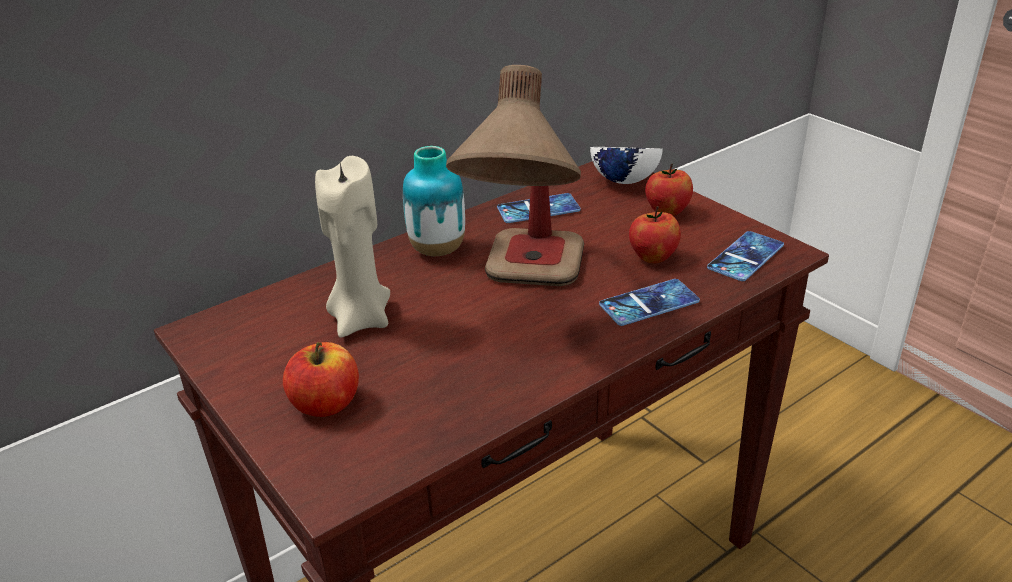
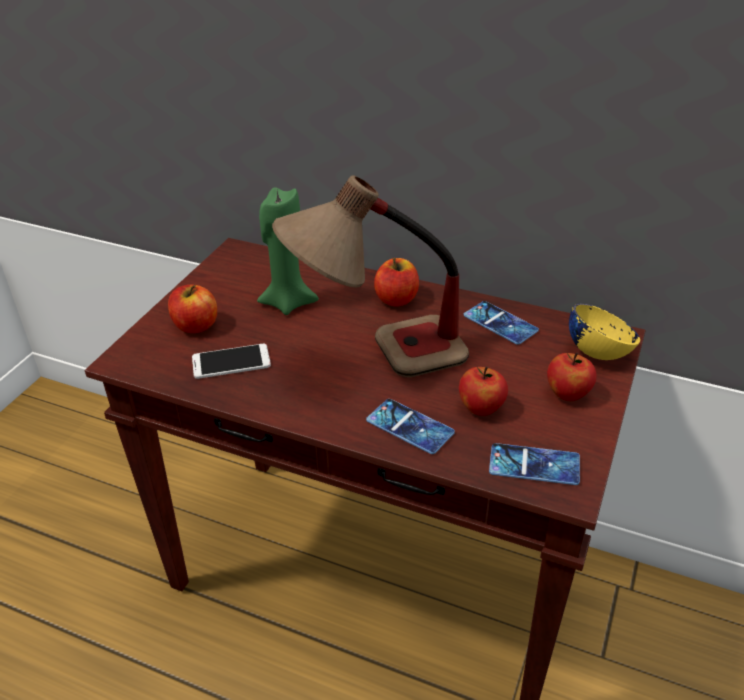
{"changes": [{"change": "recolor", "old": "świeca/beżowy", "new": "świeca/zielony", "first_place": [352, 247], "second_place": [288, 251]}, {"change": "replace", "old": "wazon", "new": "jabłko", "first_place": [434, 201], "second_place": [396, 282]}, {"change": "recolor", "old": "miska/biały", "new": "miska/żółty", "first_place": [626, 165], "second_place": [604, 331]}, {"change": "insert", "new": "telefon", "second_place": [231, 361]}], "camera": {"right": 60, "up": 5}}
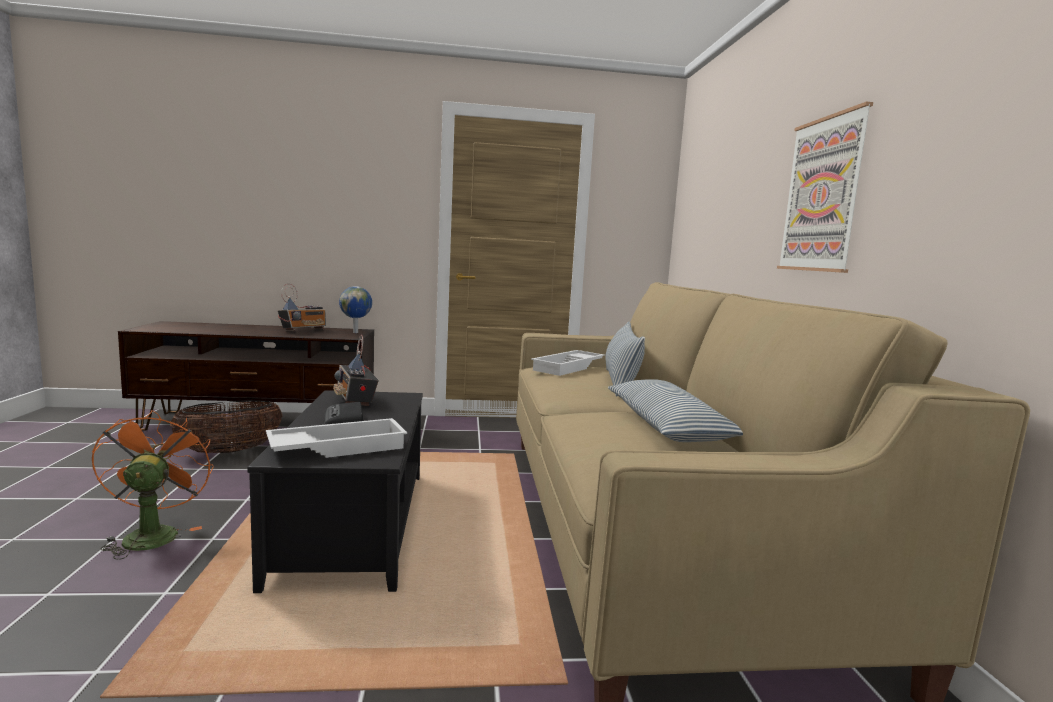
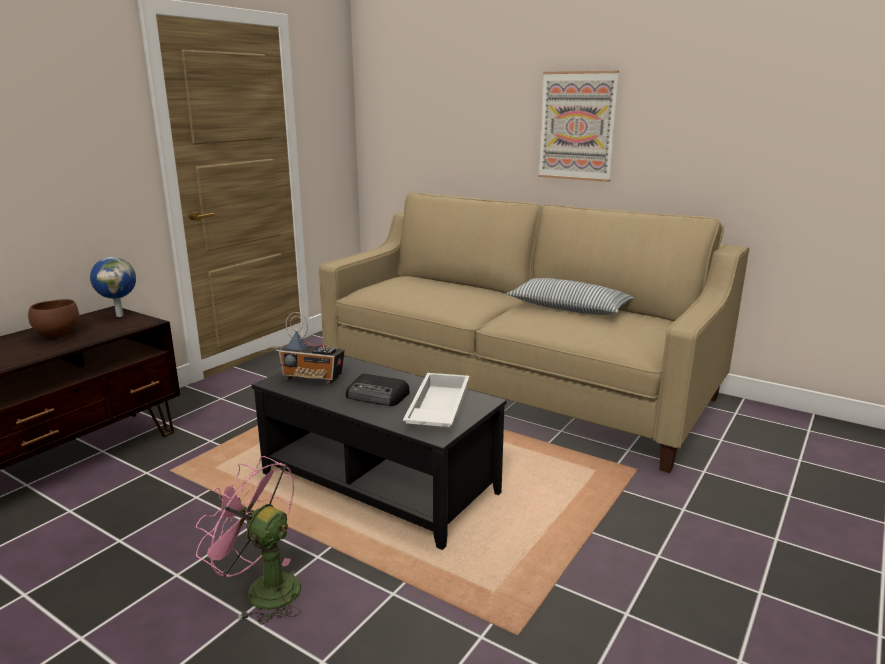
{"changes": [{"change": "recolor", "old": "wentylator/pomarańczowy", "new": "wentylator/różowy", "first_place": [153, 485], "second_place": [248, 540]}, {"change": "delete", "old": "koszyk", "first_place": [226, 426]}, {"change": "replace", "old": "radio", "new": "miska/brązowy", "first_place": [302, 307], "second_place": [53, 318]}, {"change": "delete", "old": "taca/biały", "first_place": [568, 363]}, {"change": "delete", "old": "poduszka", "first_place": [625, 359]}], "camera": {"right": -50, "up": 10}}
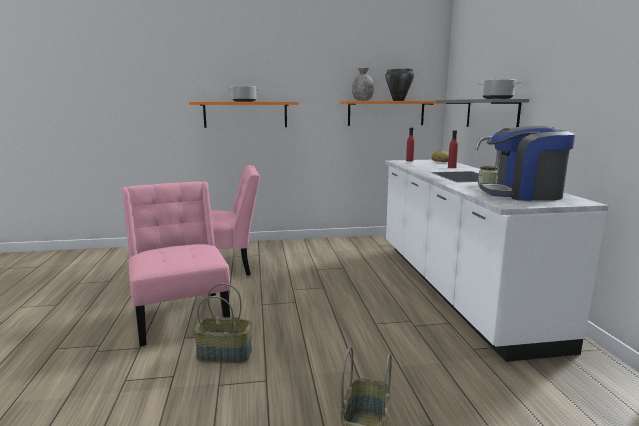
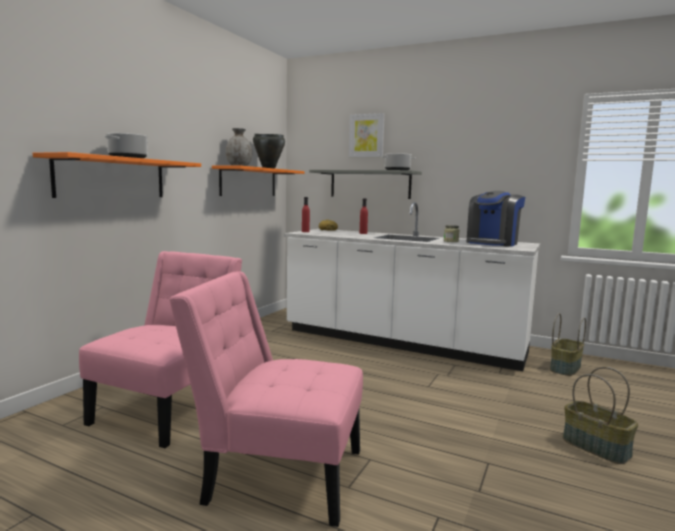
{"changes": [{"change": "move", "old": "koszyk", "first_place": [222, 323], "second_place": [568, 344]}, {"change": "insert", "new": "obraz", "second_place": [367, 135]}], "camera": {"right": -55, "up": -5}}
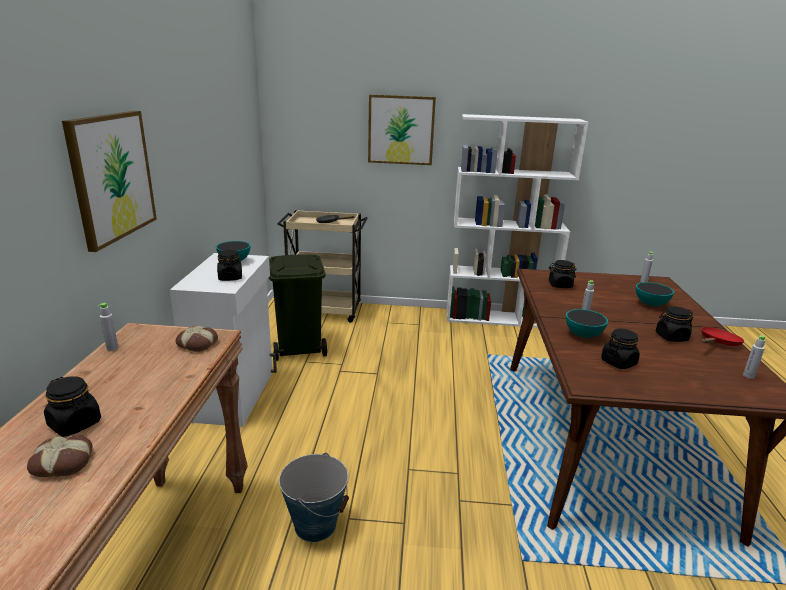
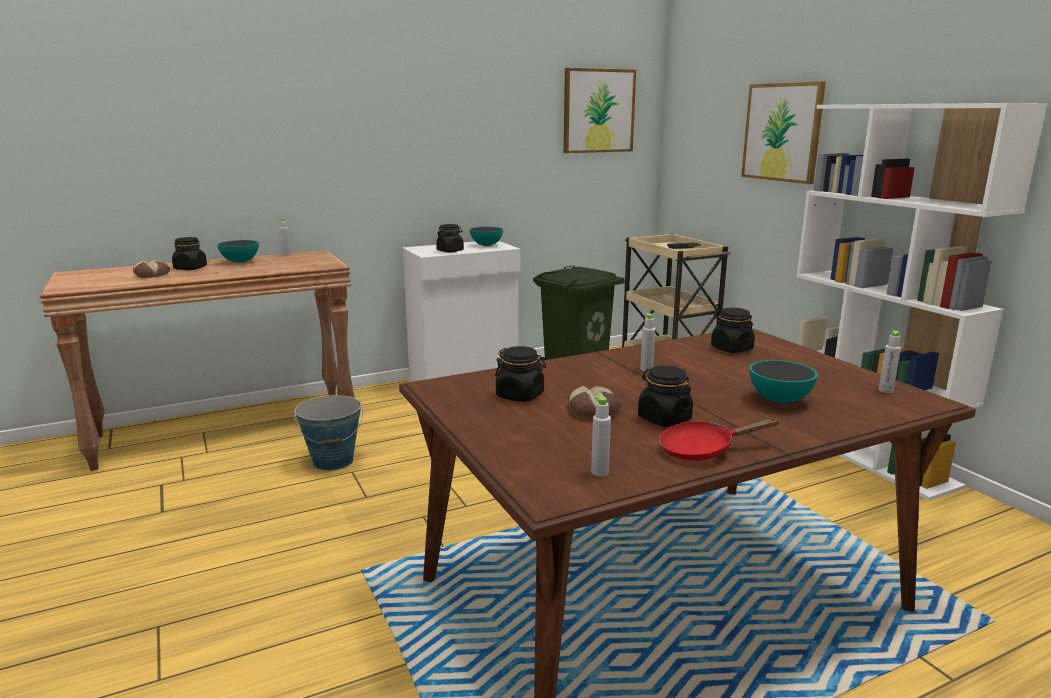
{"changes": [{"change": "move", "old": "obraz", "first_place": [109, 181], "second_place": [600, 110]}, {"change": "move", "old": "chleb", "first_place": [196, 339], "second_place": [594, 402]}, {"change": "move", "old": "miska", "first_place": [587, 323], "second_place": [238, 251]}, {"change": "rotate", "old": "patelnia/czerwony", "first_place": [722, 336], "second_place": [719, 439], "degrees": 150}], "camera": {"right": 60, "up": -5}}
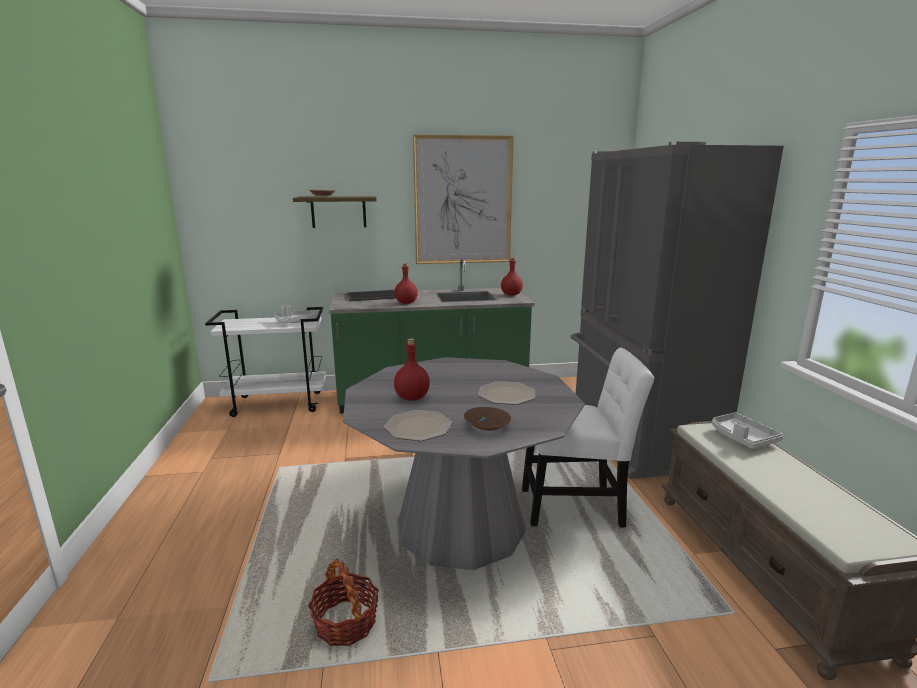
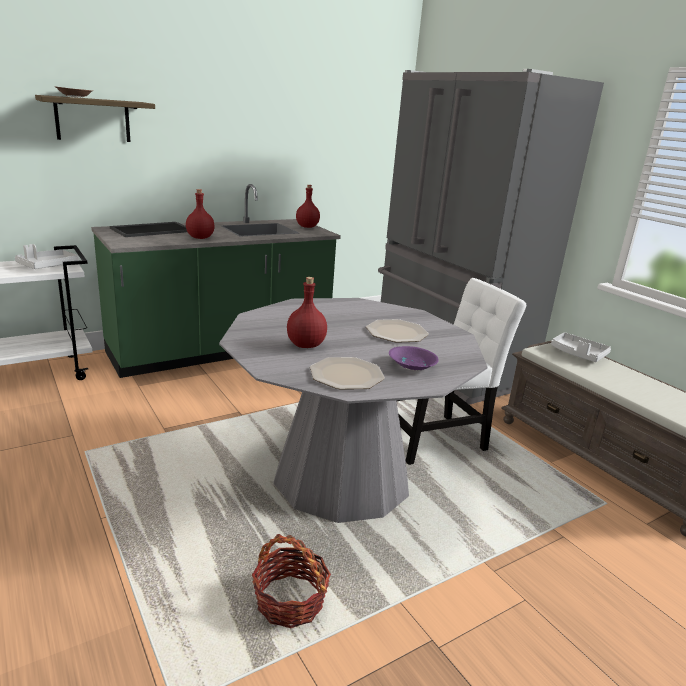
{"changes": [{"change": "delete", "old": "obraz", "first_place": [463, 199]}, {"change": "recolor", "old": "miska/brązowy", "new": "miska/fioletowy", "first_place": [487, 419], "second_place": [414, 358]}], "camera": {"right": -25, "up": 5}}
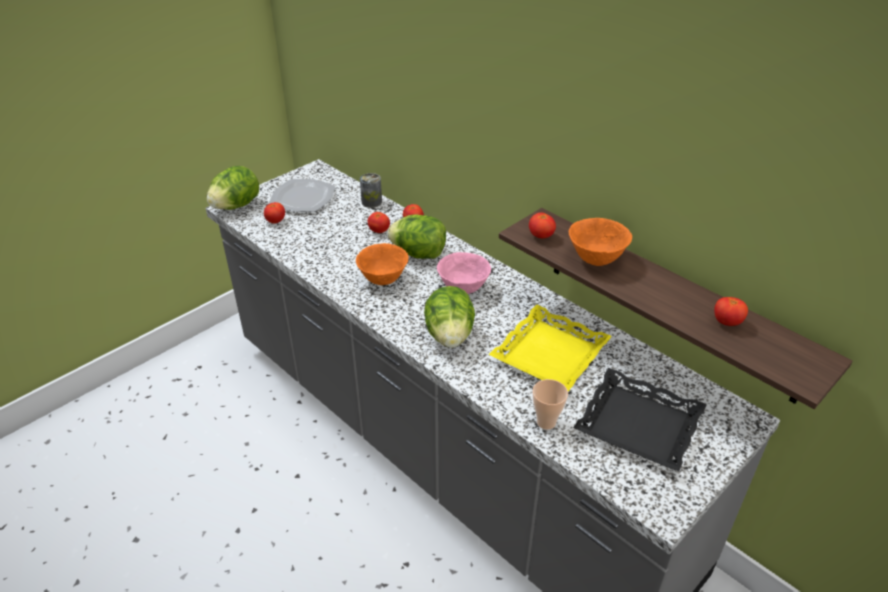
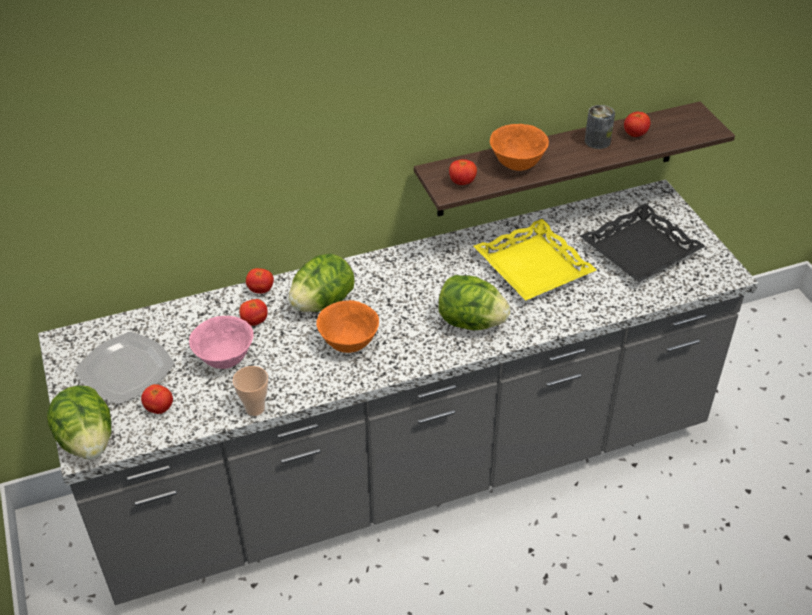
{"changes": [{"change": "move", "old": "puszka", "first_place": [371, 190], "second_place": [600, 127]}, {"change": "move", "old": "miska/różowy", "first_place": [464, 273], "second_place": [221, 342]}, {"change": "move", "old": "filiżanka", "first_place": [550, 404], "second_place": [250, 391]}], "camera": {"right": -65, "up": 5}}
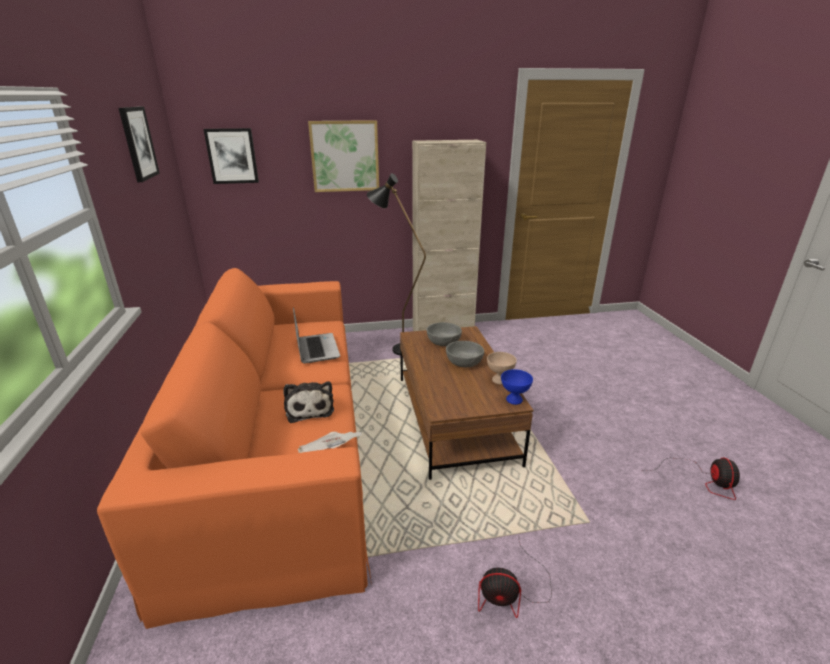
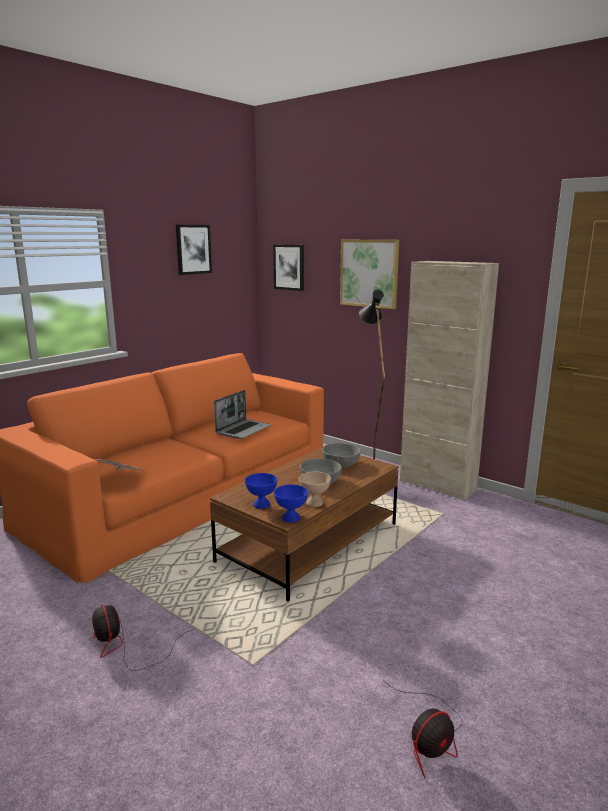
{"changes": [{"change": "delete", "old": "pluszak", "first_place": [308, 402]}, {"change": "insert", "new": "miska/niebieski", "second_place": [261, 491]}], "camera": {"right": 50, "up": -10}}
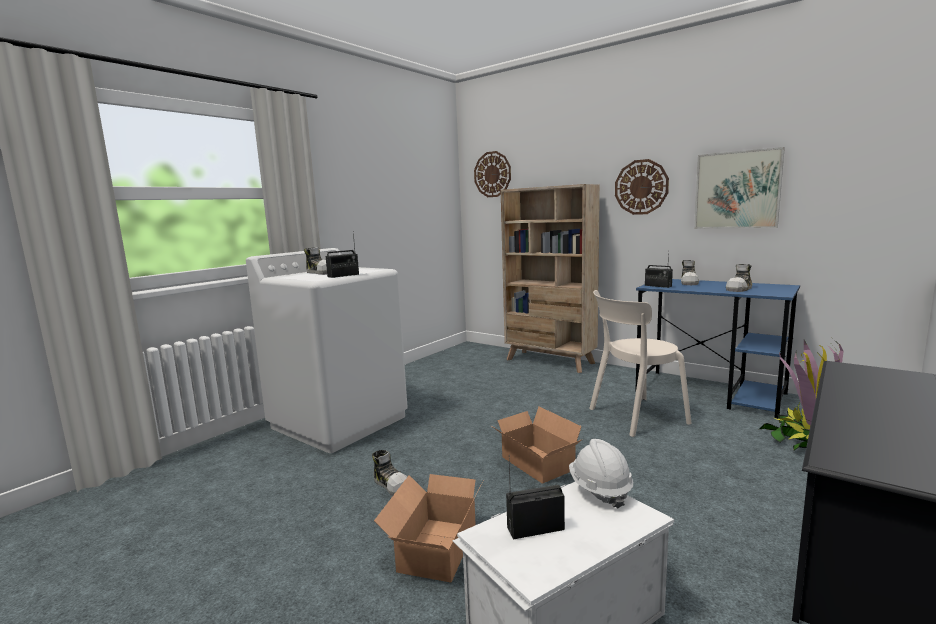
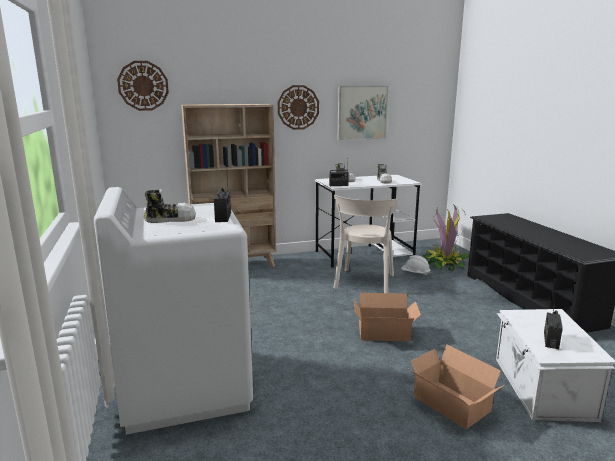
{"changes": [{"change": "delete", "old": "but", "first_place": [389, 473]}, {"change": "move", "old": "kask/biały", "first_place": [601, 474], "second_place": [416, 265]}, {"change": "recolor", "old": "biurko/niebieski", "new": "biurko/biały", "first_place": [717, 348], "second_place": [368, 221]}], "camera": {"right": -55, "up": 5}}
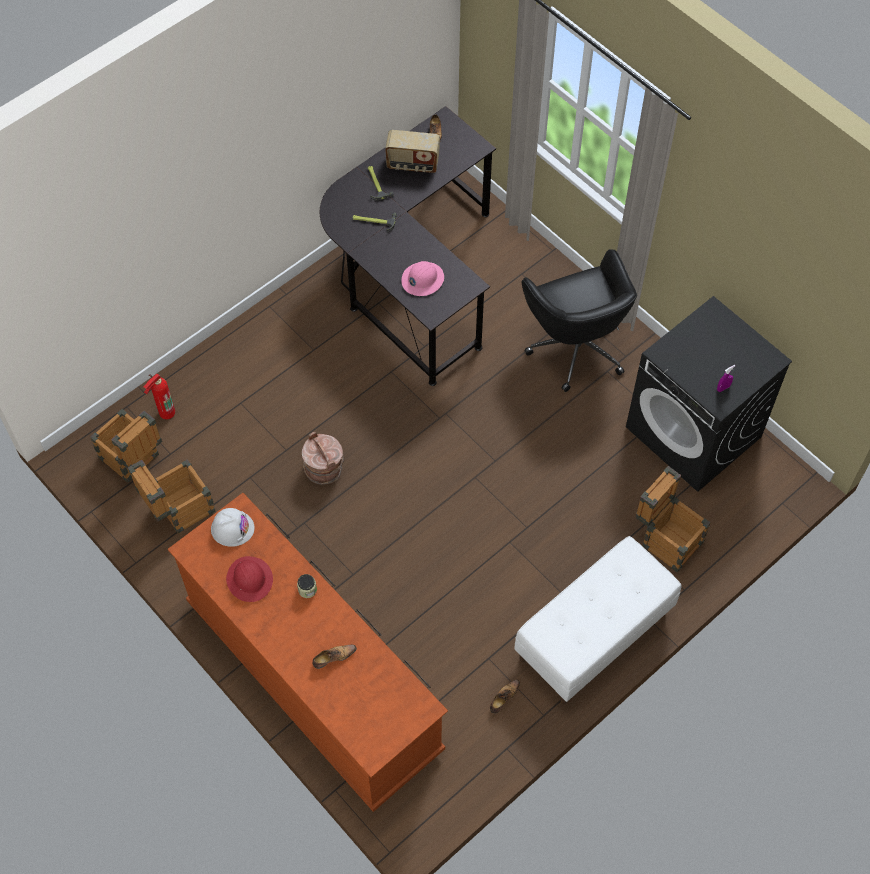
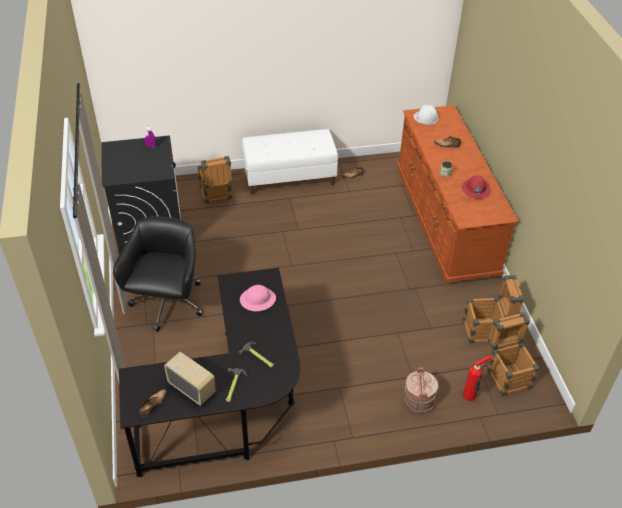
{"changes": [{"change": "move", "old": "kask/biały", "first_place": [233, 527], "second_place": [426, 115]}, {"change": "move", "old": "wiadro/brązowy", "first_place": [323, 458], "second_place": [421, 390]}], "camera": {"right": -150, "up": -15}}
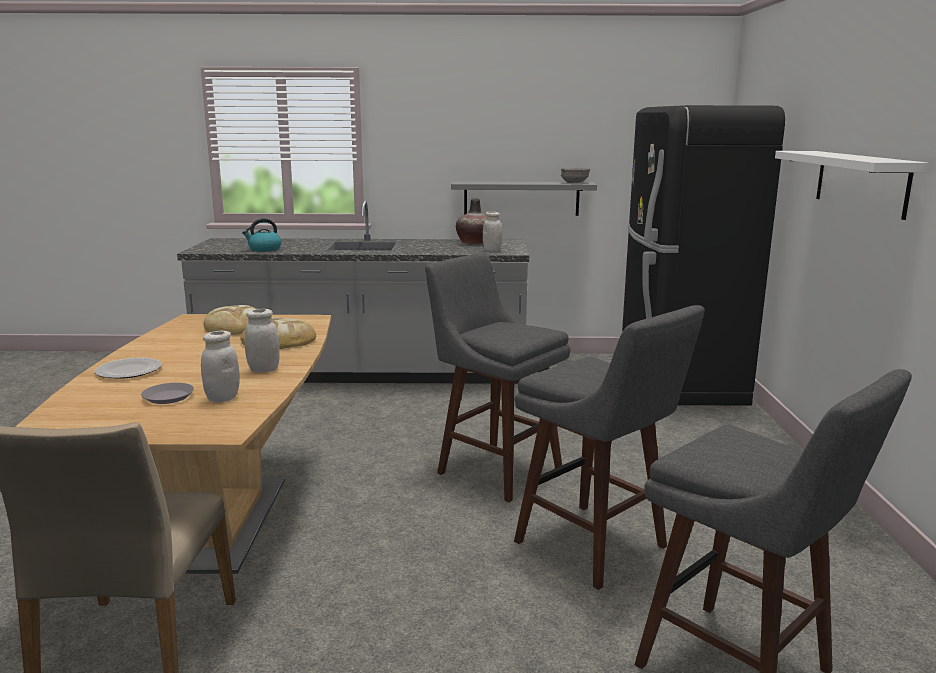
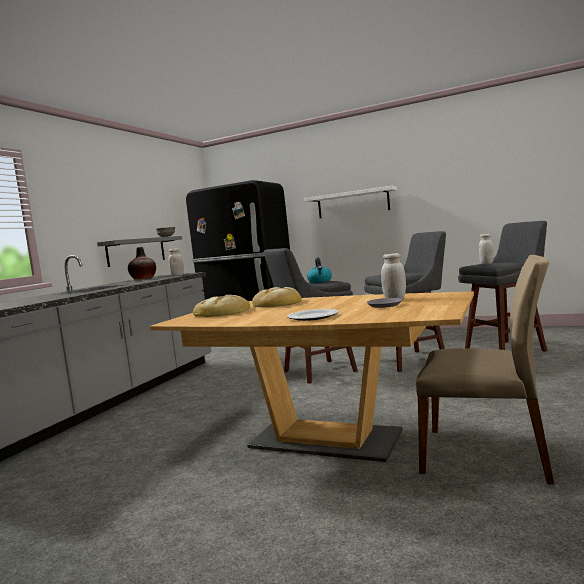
{"changes": [{"change": "move", "old": "czajnik", "first_place": [261, 235], "second_place": [319, 270]}, {"change": "move", "old": "słoik/biały", "first_place": [262, 340], "second_place": [486, 249]}], "camera": {"right": -65, "up": -10}}
